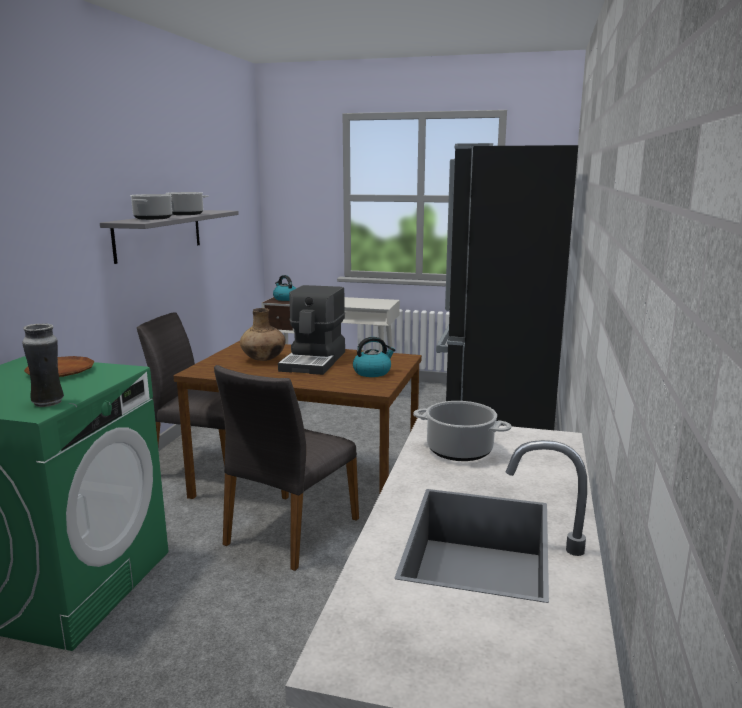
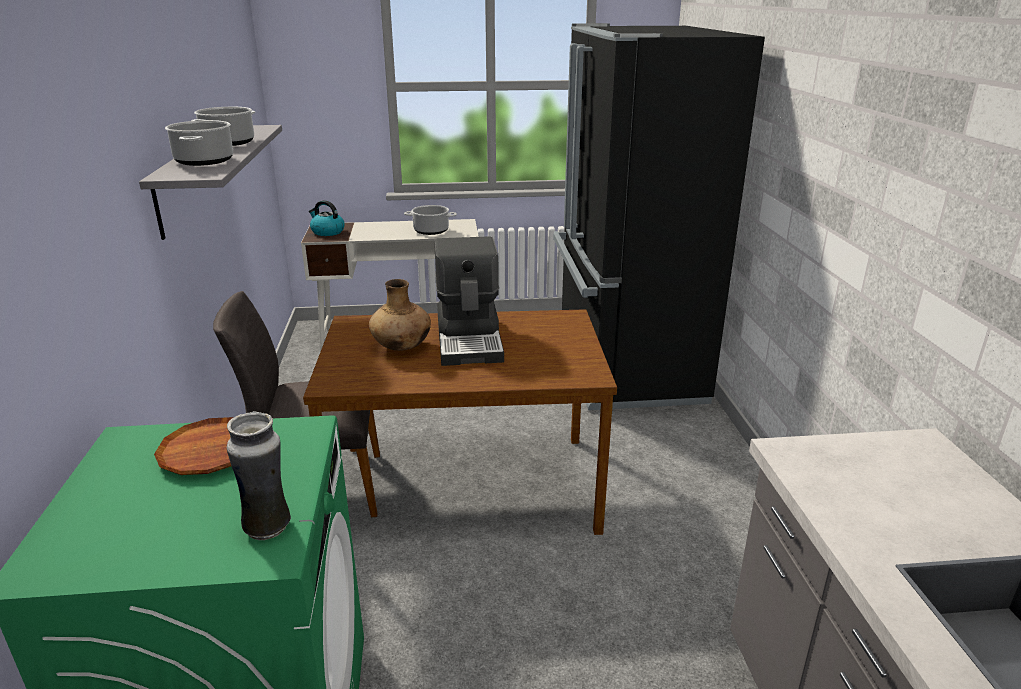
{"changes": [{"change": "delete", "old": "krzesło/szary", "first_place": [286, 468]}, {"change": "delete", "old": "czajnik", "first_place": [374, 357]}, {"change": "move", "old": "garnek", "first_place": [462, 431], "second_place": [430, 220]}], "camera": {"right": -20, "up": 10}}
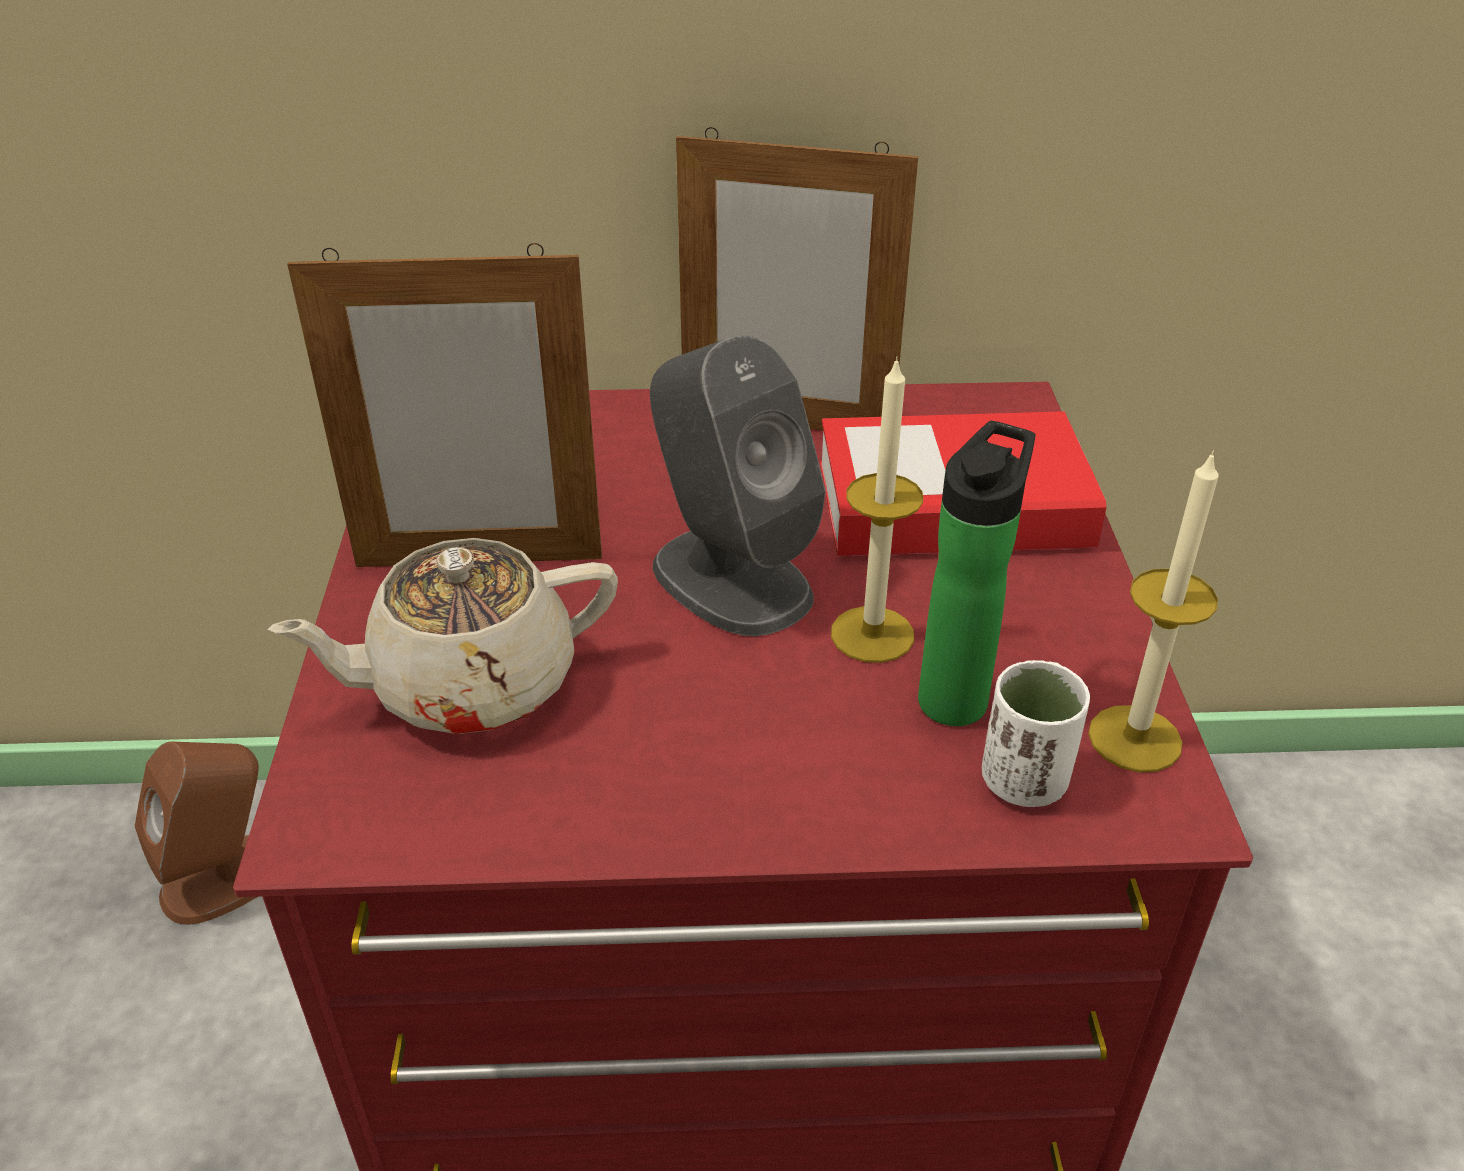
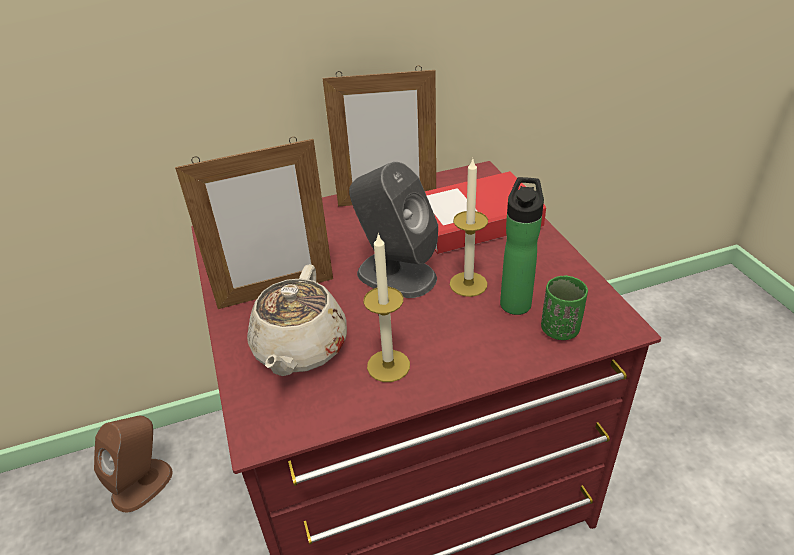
{"changes": [{"change": "rotate", "old": "imbryk/beżowy", "first_place": [443, 636], "second_place": [297, 320], "degrees": -45}, {"change": "recolor", "old": "filiżanka/biały", "new": "filiżanka/zielony", "first_place": [1036, 733], "second_place": [564, 307]}, {"change": "move", "old": "świeca", "first_place": [1153, 611], "second_place": [386, 307]}], "camera": {"right": -15, "up": 0}}
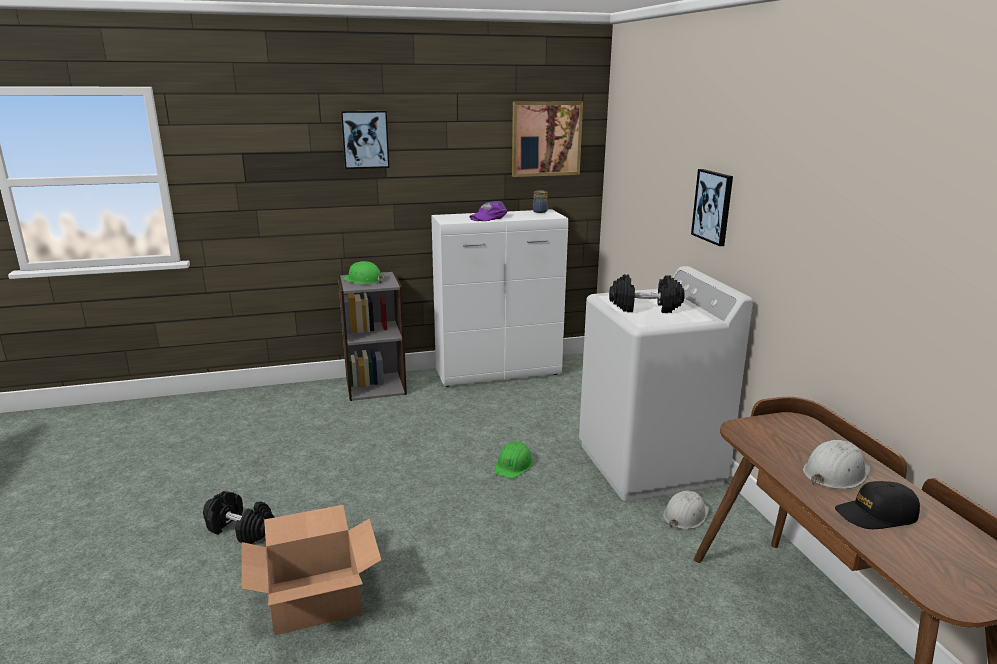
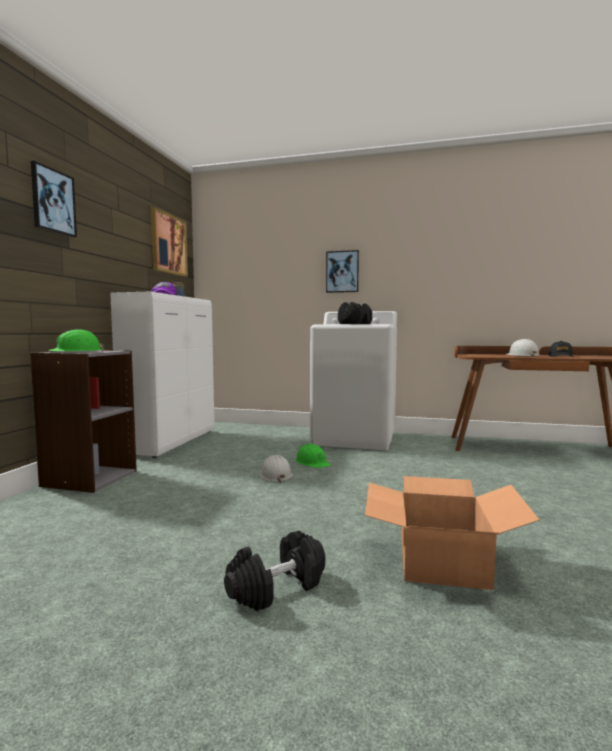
{"changes": [{"change": "move", "old": "kask/biały", "first_place": [686, 510], "second_place": [276, 469]}], "camera": {"right": -60, "up": -15}}
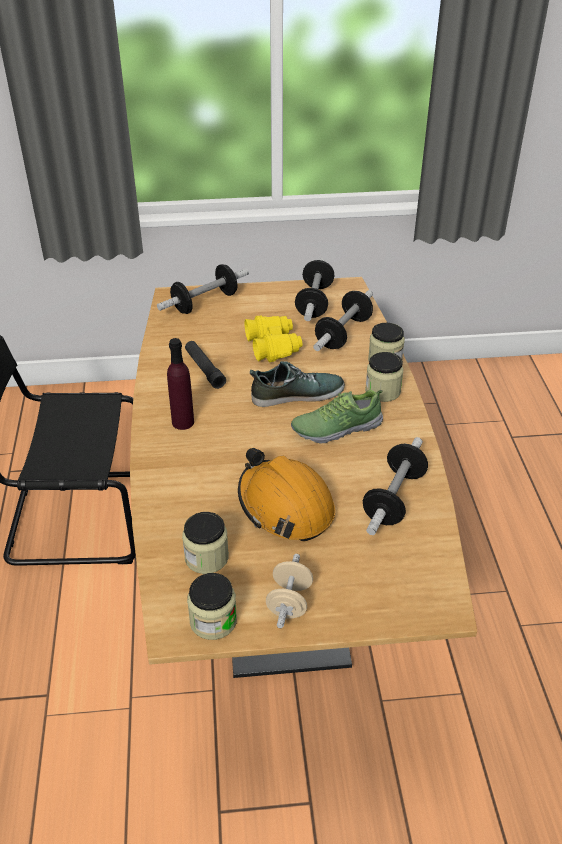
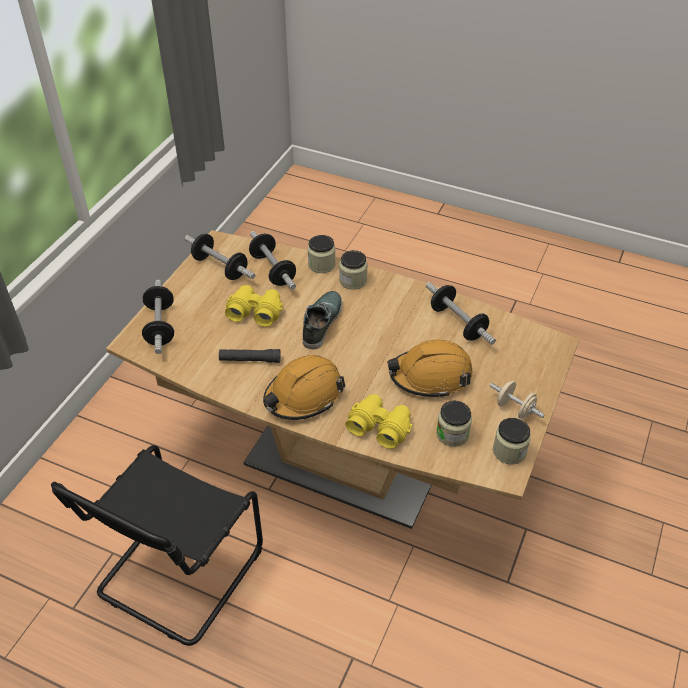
{"changes": [{"change": "replace", "old": "butelka/fioletowy", "new": "kask/pomarańczowy", "first_place": [180, 384], "second_place": [304, 387]}, {"change": "delete", "old": "but", "first_place": [337, 416]}, {"change": "insert", "new": "lornetka/żółty", "second_place": [378, 421]}], "camera": {"right": -60, "up": 5}}
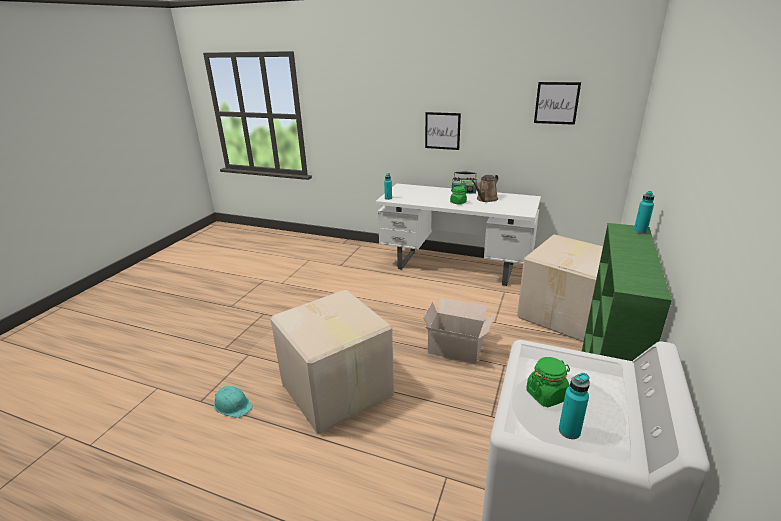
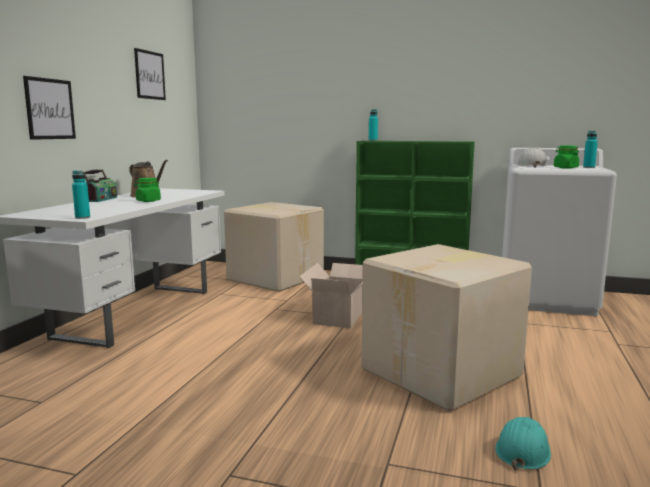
{"changes": [{"change": "insert", "new": "kask/biały", "second_place": [532, 157]}], "camera": {"right": -95, "up": -15}}
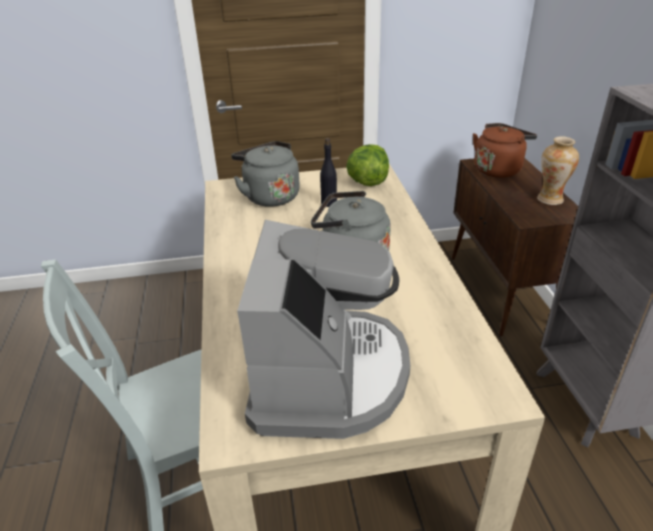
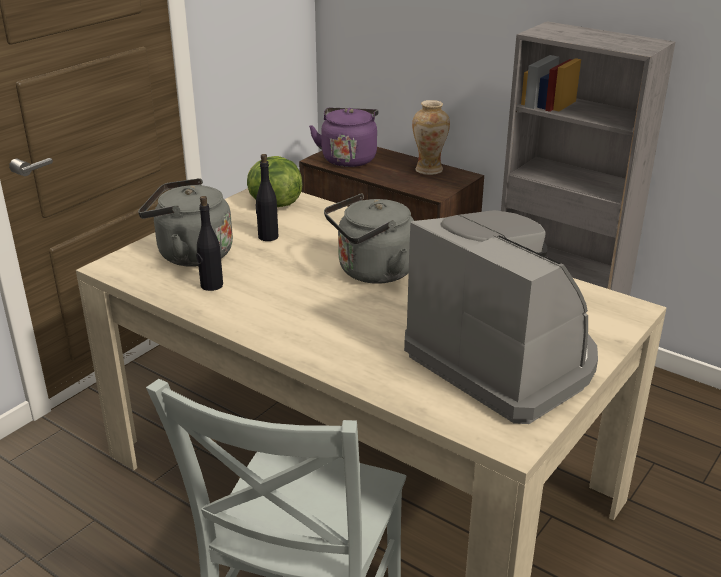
{"changes": [{"change": "recolor", "old": "czajnik/brązowy", "new": "czajnik/fioletowy", "first_place": [505, 150], "second_place": [344, 137]}, {"change": "insert", "new": "butelka/czarny", "second_place": [209, 243]}], "camera": {"right": -45, "up": -5}}
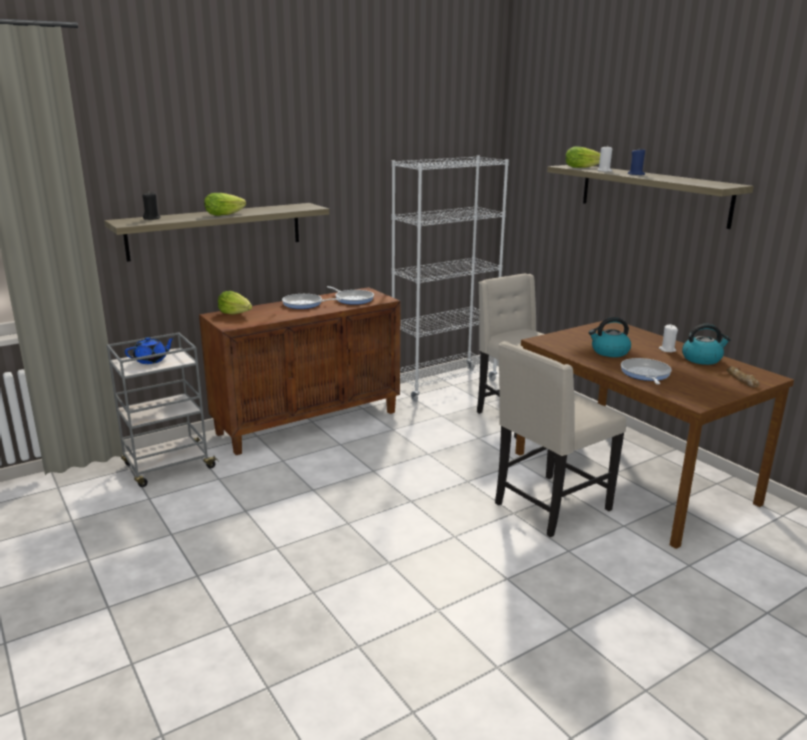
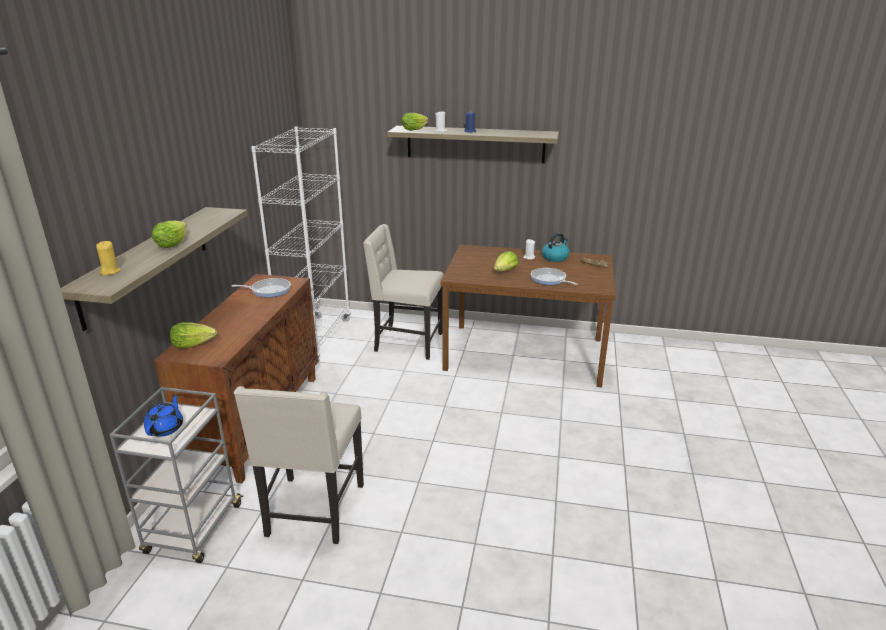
{"changes": [{"change": "recolor", "old": "świeca/czarny", "new": "świeca/żółty", "first_place": [151, 206], "second_place": [108, 258]}, {"change": "delete", "old": "patelnia", "first_place": [311, 301]}, {"change": "move", "old": "krzesło/beżowy", "first_place": [561, 439], "second_place": [299, 465]}, {"change": "replace", "old": "czajnik", "new": "sałata", "first_place": [610, 337], "second_place": [506, 261]}], "camera": {"right": -45, "up": 5}}
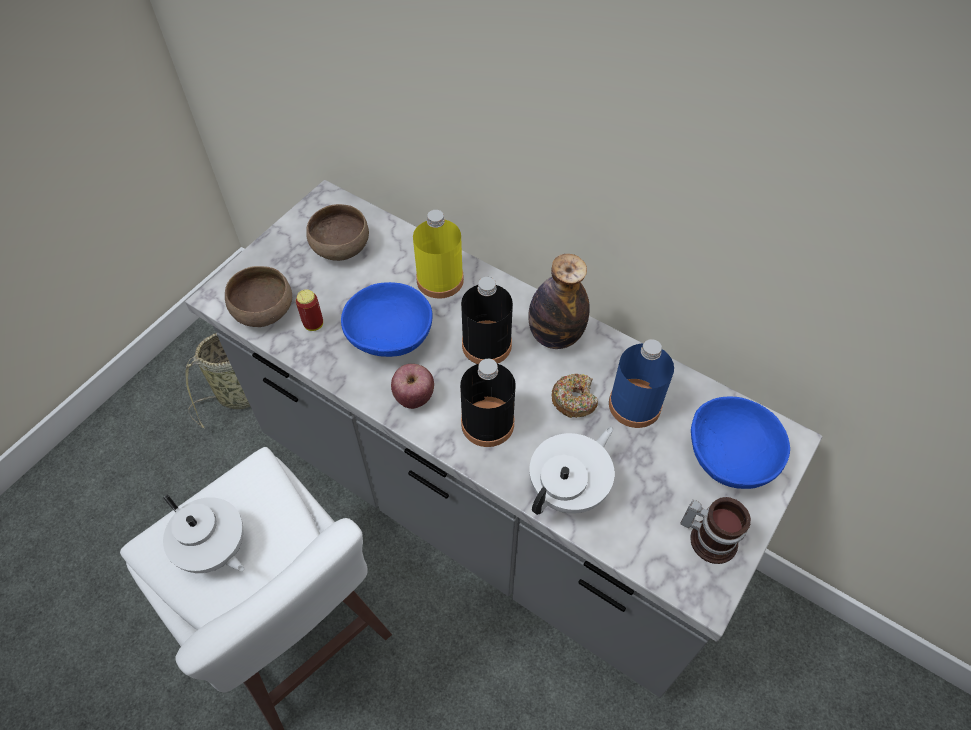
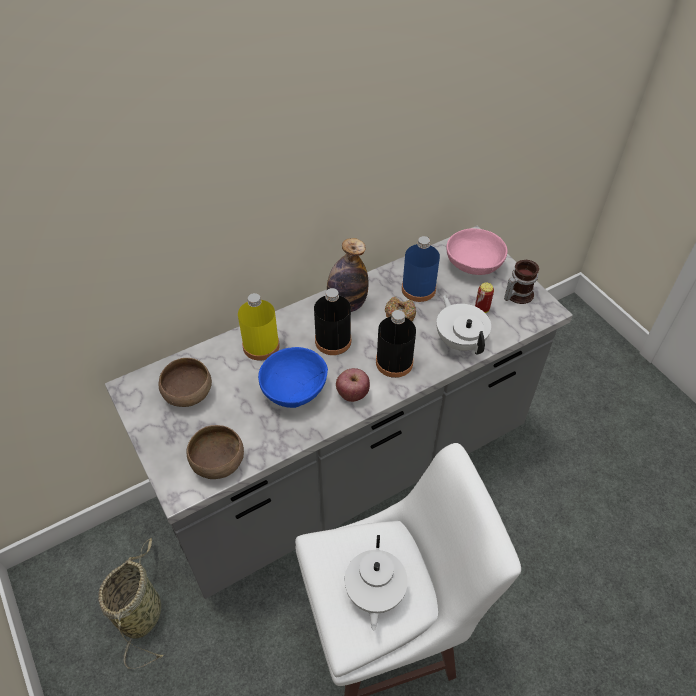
{"changes": [{"change": "rotate", "old": "imbryk/biały", "first_place": [203, 533], "second_place": [376, 583], "degrees": 120}, {"change": "move", "old": "puszka", "first_place": [309, 310], "second_place": [484, 298]}, {"change": "recolor", "old": "miska/niebieski", "new": "miska/różowy", "first_place": [740, 443], "second_place": [477, 251]}], "camera": {"right": -65, "up": -5}}
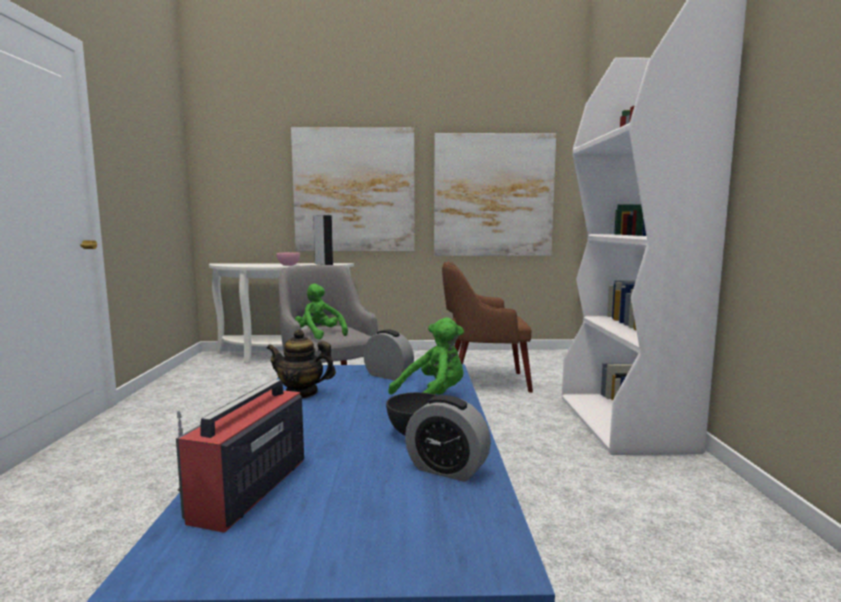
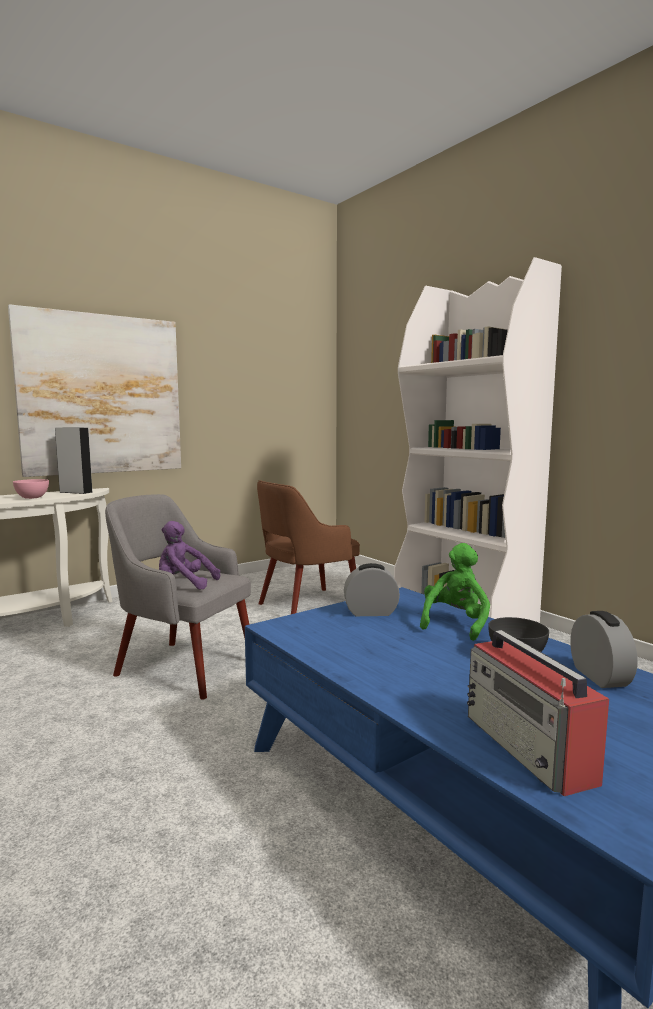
{"changes": [{"change": "delete", "old": "imbryk", "first_place": [301, 364]}, {"change": "recolor", "old": "pluszak/zielony", "new": "pluszak/fioletowy", "first_place": [321, 312], "second_place": [189, 555]}, {"change": "rotate", "old": "budzik", "first_place": [448, 438], "second_place": [603, 649], "degrees": -90}, {"change": "delete", "old": "obraz", "first_place": [495, 194]}], "camera": {"right": -35, "up": 0}}
